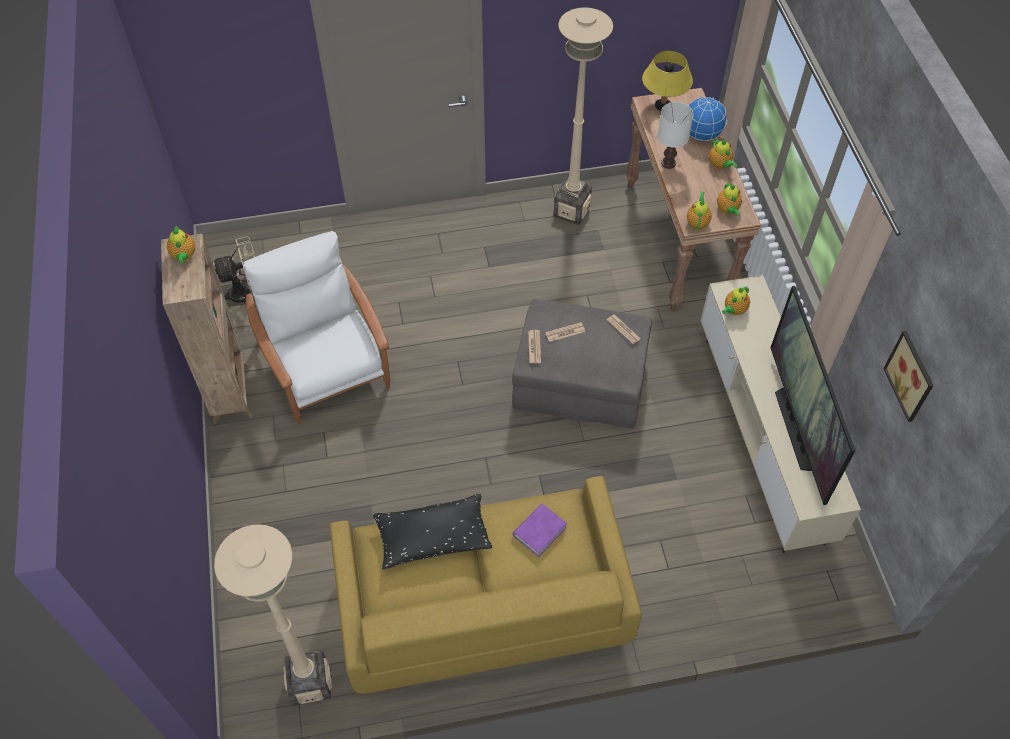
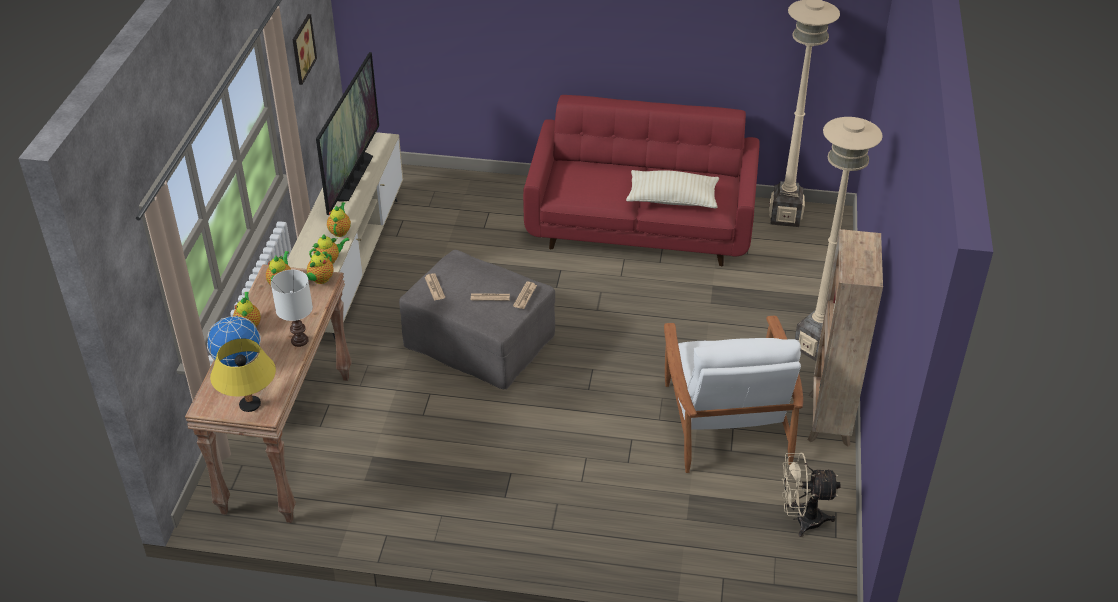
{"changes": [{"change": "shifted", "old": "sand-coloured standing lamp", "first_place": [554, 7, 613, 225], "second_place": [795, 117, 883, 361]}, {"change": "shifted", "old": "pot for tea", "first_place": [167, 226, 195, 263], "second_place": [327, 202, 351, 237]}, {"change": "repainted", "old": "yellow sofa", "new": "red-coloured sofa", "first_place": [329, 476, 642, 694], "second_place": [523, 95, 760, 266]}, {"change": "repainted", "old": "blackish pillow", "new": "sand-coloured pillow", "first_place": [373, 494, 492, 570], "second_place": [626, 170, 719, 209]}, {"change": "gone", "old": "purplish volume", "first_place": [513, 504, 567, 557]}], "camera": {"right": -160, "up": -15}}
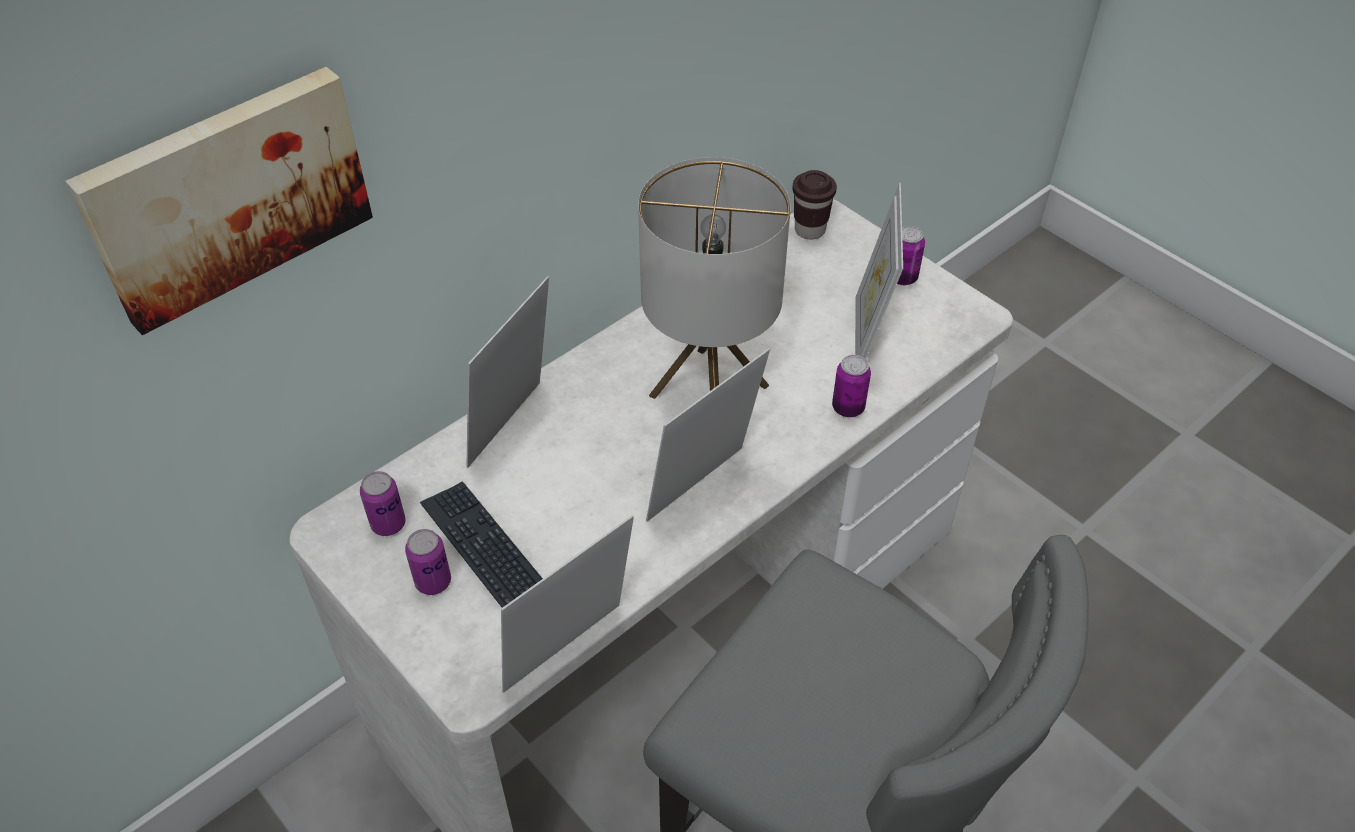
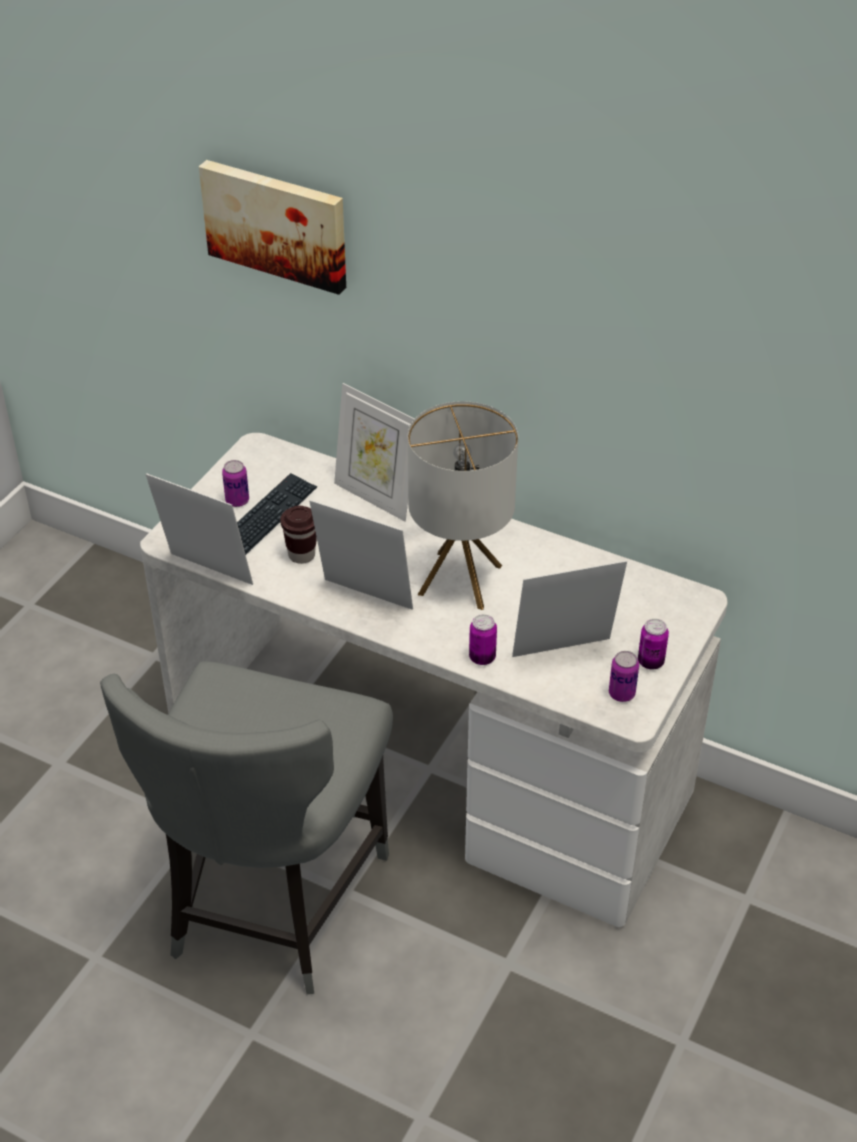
{"changes": [{"change": "shifted", "old": "brownish small cup", "first_place": [792, 170, 837, 239], "second_place": [280, 506, 316, 564]}, {"change": "rotated", "old": "standing frame", "first_place": [467, 276, 549, 468], "second_place": [334, 383, 414, 521], "degrees": -150}, {"change": "shifted", "old": "metal can", "first_place": [360, 471, 406, 536], "second_place": [609, 651, 639, 702]}], "camera": {"right": 70, "up": -5}}
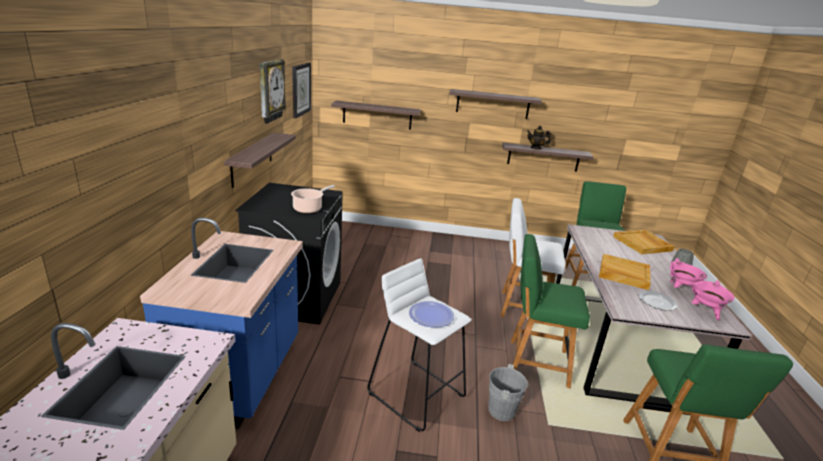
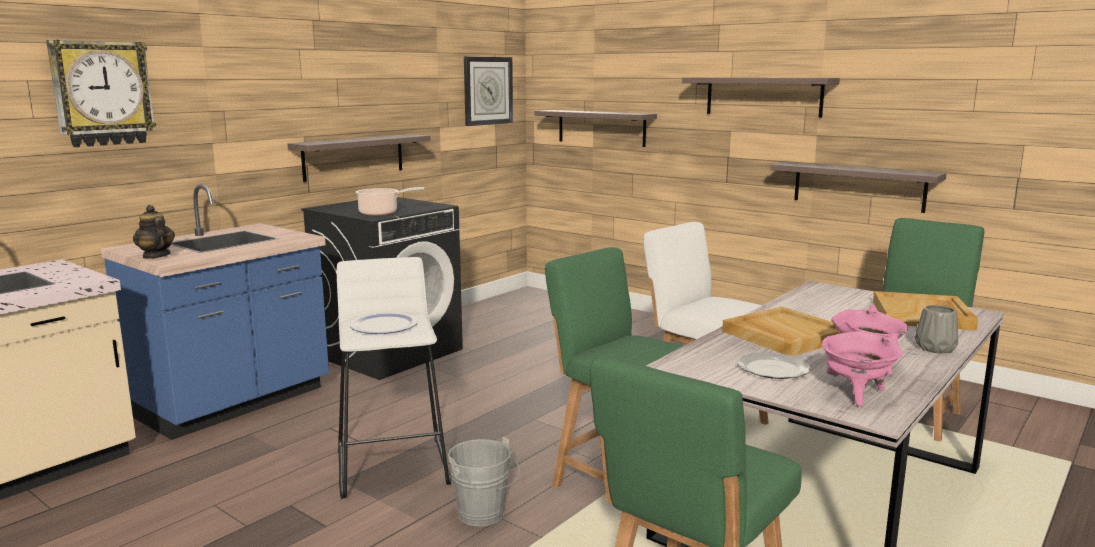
{"changes": [{"change": "shifted", "old": "hanging clock", "first_place": [259, 59, 286, 124], "second_place": [46, 40, 156, 147]}, {"change": "shifted", "old": "pot for tea", "first_place": [527, 126, 551, 150], "second_place": [133, 205, 175, 259]}], "camera": {"right": 35, "up": -10}}
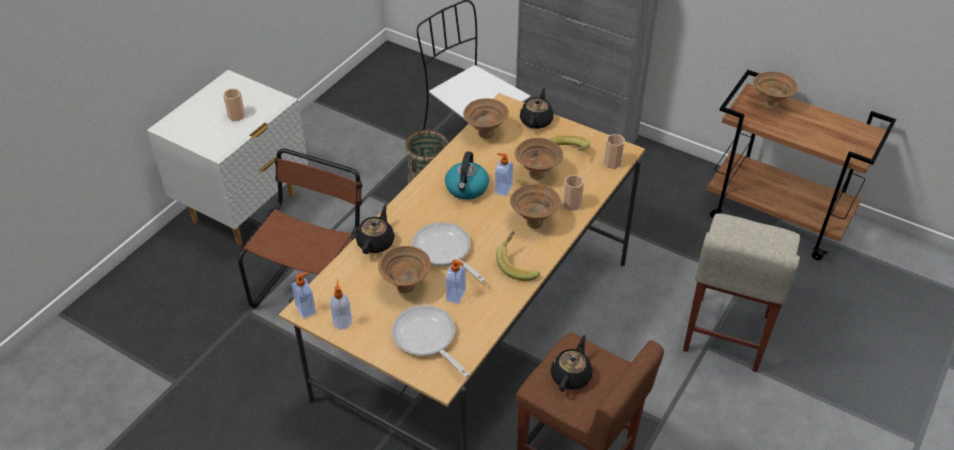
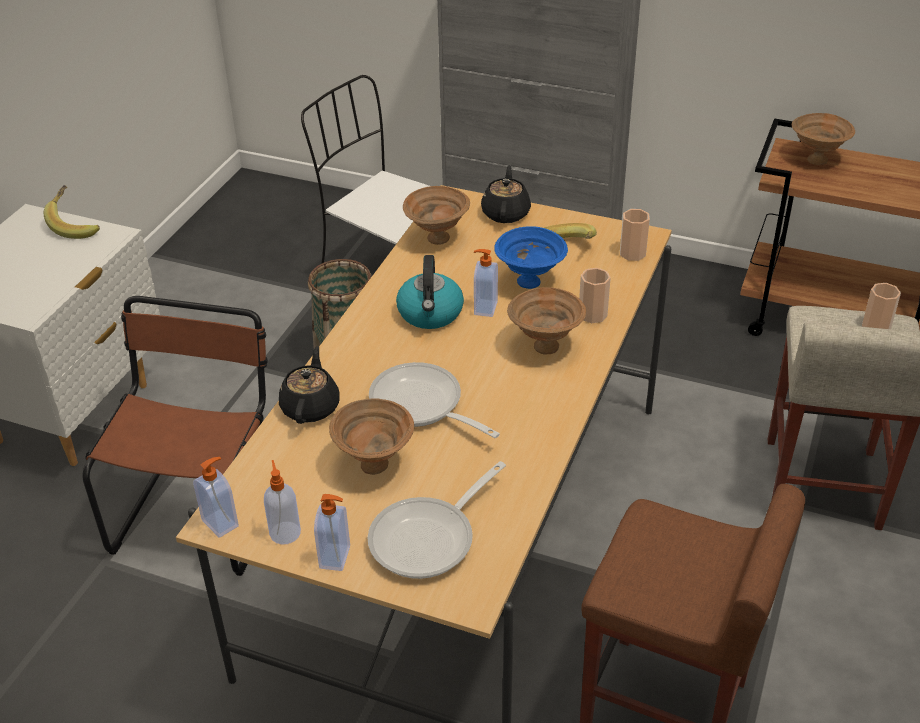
{"changes": [{"change": "shifted", "old": "small cup", "first_place": [223, 89, 245, 121], "second_place": [862, 283, 901, 329]}, {"change": "repainted", "old": "brownish deep dish", "new": "bluish deep dish", "first_place": [514, 138, 563, 180], "second_place": [494, 226, 568, 289]}, {"change": "shifted", "old": "banana", "first_place": [496, 231, 540, 281], "second_place": [44, 185, 100, 239]}, {"change": "shifted", "old": "liquid soap bottle", "first_place": [445, 259, 466, 304], "second_place": [314, 494, 350, 571]}, {"change": "rotated", "old": "pan", "first_place": [392, 305, 469, 377], "second_place": [367, 461, 506, 579], "degrees": -90}, {"change": "gone", "old": "blackish pot for tea", "first_place": [551, 335, 593, 392]}], "camera": {"right": -10, "up": -5}}
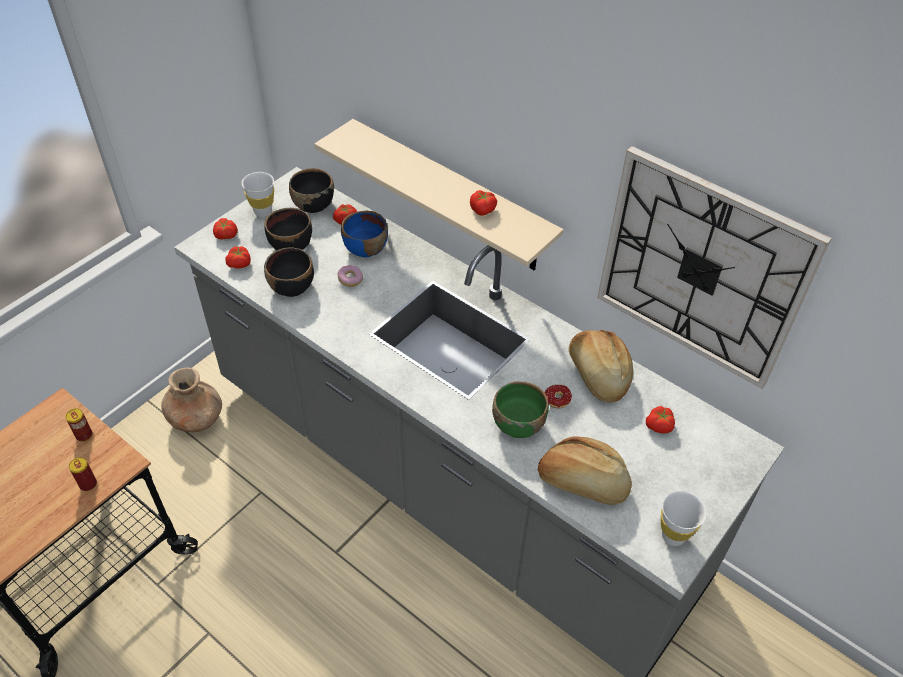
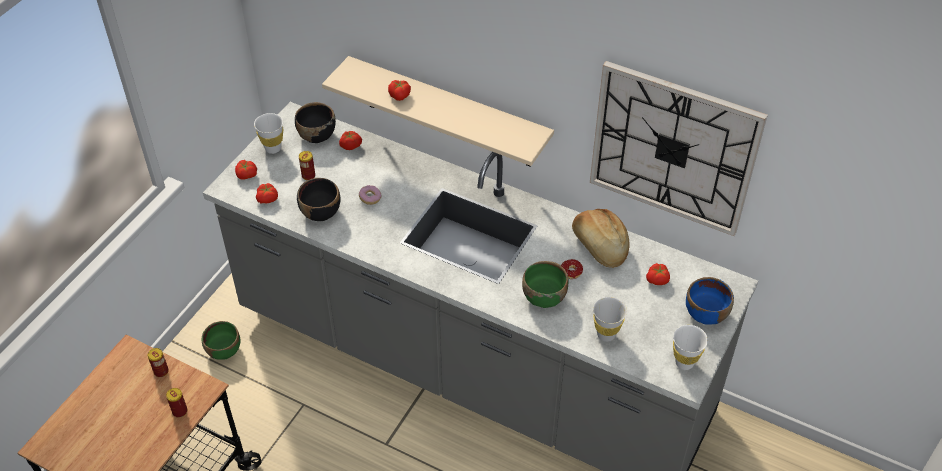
{"changes": [{"change": "shifted", "old": "fresh tomato", "first_place": [470, 190, 497, 216], "second_place": [388, 80, 411, 101]}, {"change": "swapped", "old": "blackish deep dish", "new": "metal can", "first_place": [264, 208, 312, 250], "second_place": [299, 151, 315, 180]}, {"change": "shifted", "old": "bluish deep dish", "first_place": [341, 211, 388, 257], "second_place": [686, 277, 734, 325]}, {"change": "swapped", "old": "brownish flower vase", "new": "green deep dish", "first_place": [161, 368, 222, 432], "second_place": [201, 321, 241, 360]}, {"change": "swapped", "old": "baked bread", "new": "white-coloured small cup", "first_place": [538, 436, 632, 505], "second_place": [593, 297, 627, 342]}], "camera": {"right": -10, "up": 0}}
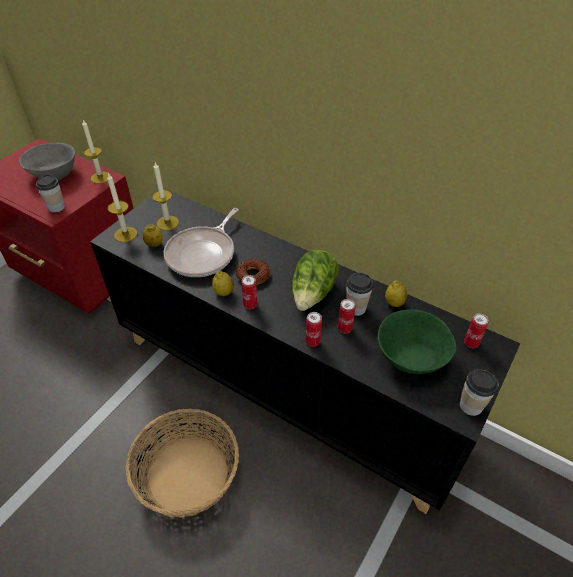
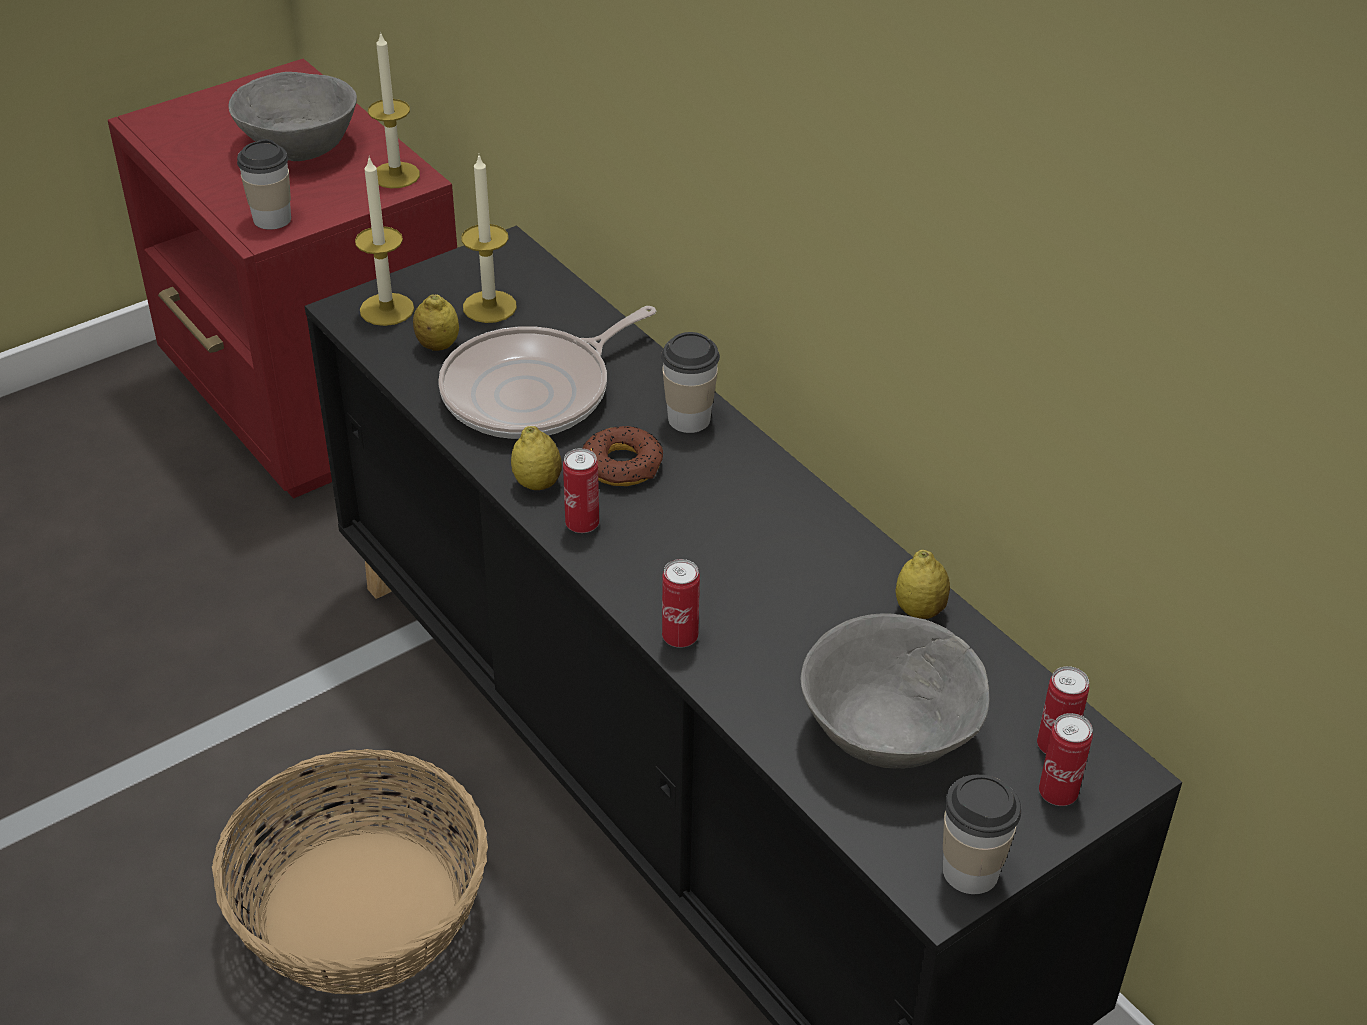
{"changes": [{"change": "gone", "old": "lettuce", "first_place": [292, 250, 339, 311]}, {"change": "shifted", "old": "small cup", "first_place": [346, 273, 373, 316], "second_place": [661, 332, 720, 433]}, {"change": "shifted", "old": "metal can", "first_place": [338, 299, 355, 333], "second_place": [1039, 713, 1093, 806]}, {"change": "repainted", "old": "green deep dish", "new": "gray deep dish", "first_place": [378, 309, 456, 374], "second_place": [800, 613, 990, 768]}], "camera": {"right": 20, "up": -5}}
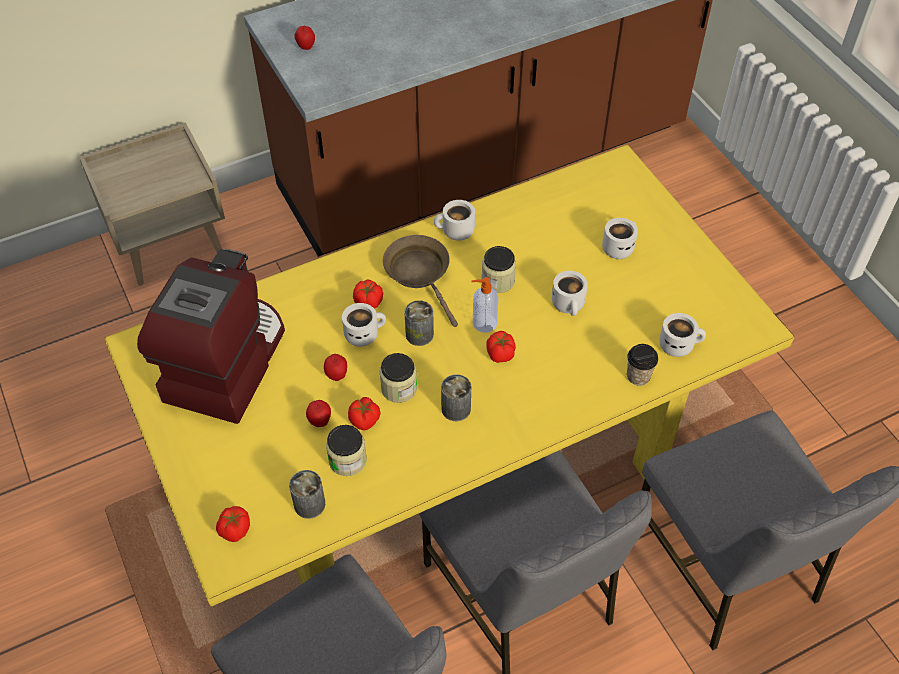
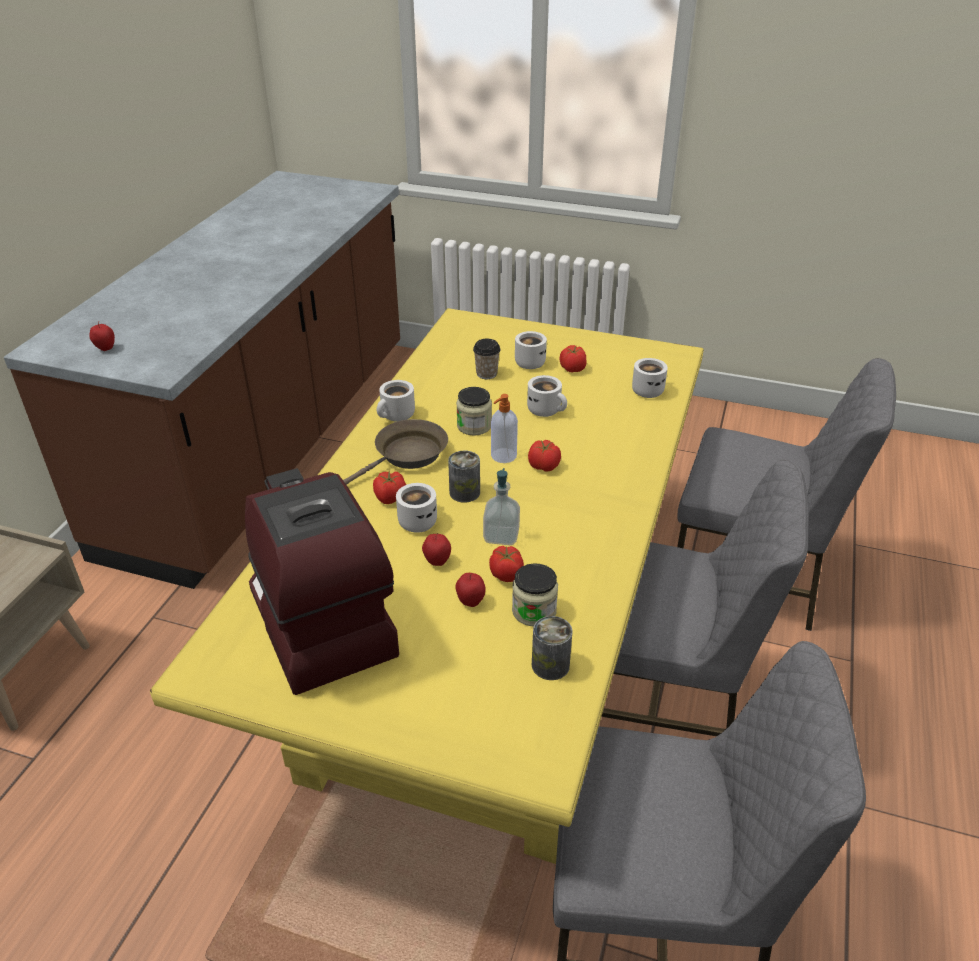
{"changes": [{"change": "rotated", "old": "brownish pan", "first_place": [383, 235, 458, 327], "second_place": [343, 419, 448, 485], "degrees": 120}, {"change": "shifted", "old": "small cup", "first_place": [627, 344, 658, 386], "second_place": [473, 339, 501, 379]}, {"change": "swapped", "old": "preserve jar", "new": "liquid soap bottle", "first_place": [379, 353, 417, 403], "second_place": [483, 468, 520, 545]}, {"change": "gone", "old": "metal can", "first_place": [441, 374, 471, 421]}, {"change": "shifted", "old": "fresh tomato", "first_place": [216, 506, 250, 542], "second_place": [560, 345, 587, 372]}], "camera": {"right": -45, "up": -15}}
